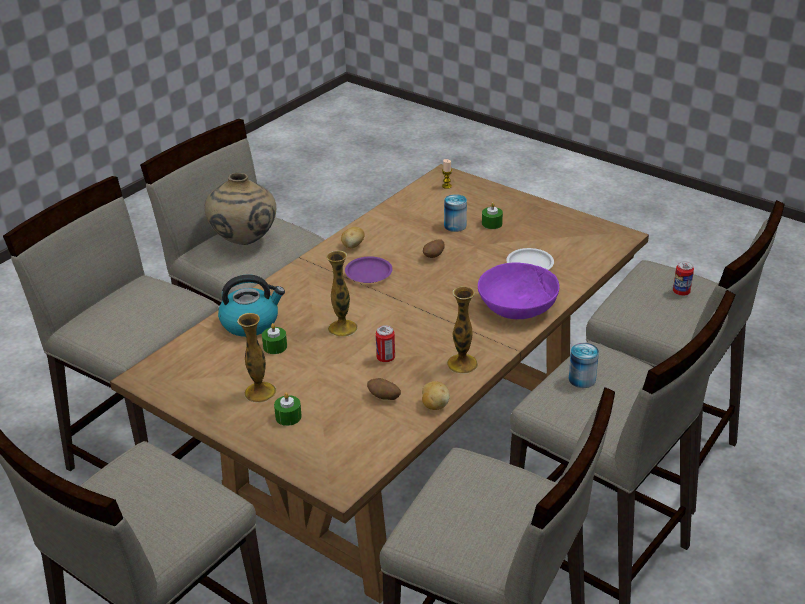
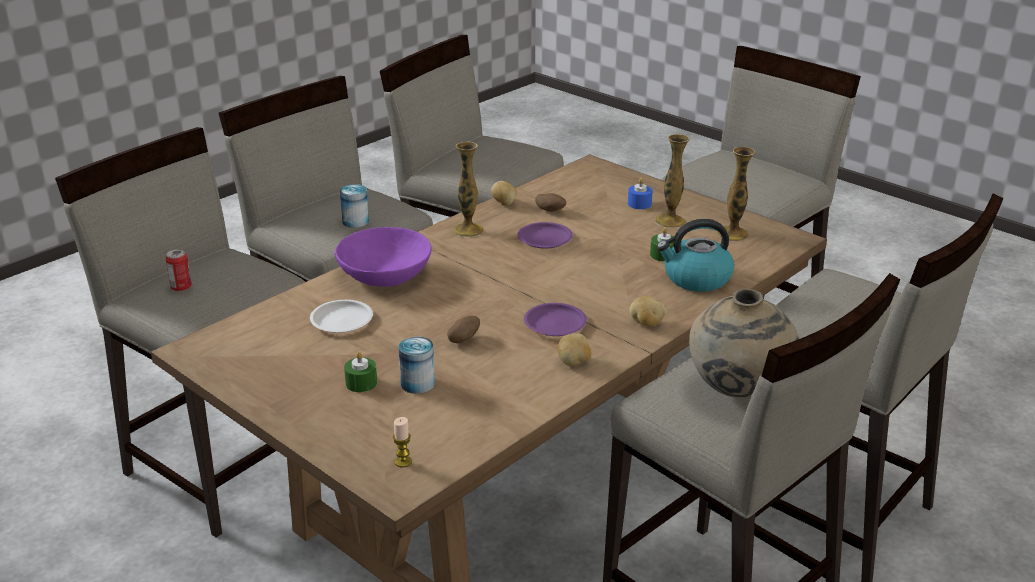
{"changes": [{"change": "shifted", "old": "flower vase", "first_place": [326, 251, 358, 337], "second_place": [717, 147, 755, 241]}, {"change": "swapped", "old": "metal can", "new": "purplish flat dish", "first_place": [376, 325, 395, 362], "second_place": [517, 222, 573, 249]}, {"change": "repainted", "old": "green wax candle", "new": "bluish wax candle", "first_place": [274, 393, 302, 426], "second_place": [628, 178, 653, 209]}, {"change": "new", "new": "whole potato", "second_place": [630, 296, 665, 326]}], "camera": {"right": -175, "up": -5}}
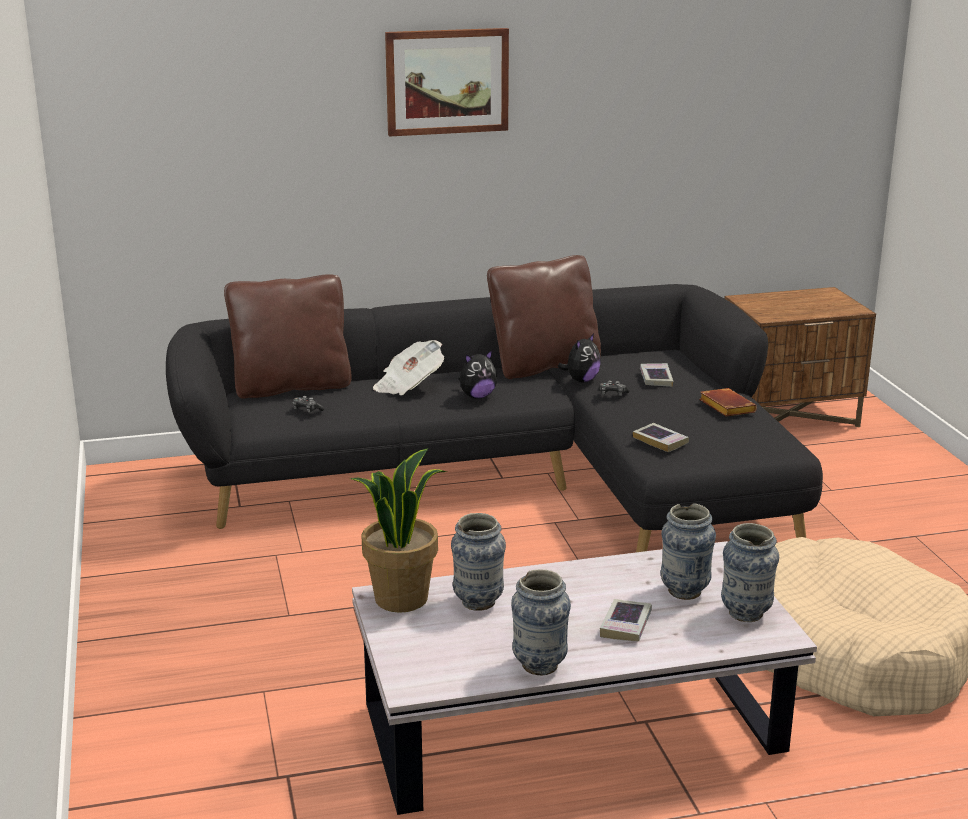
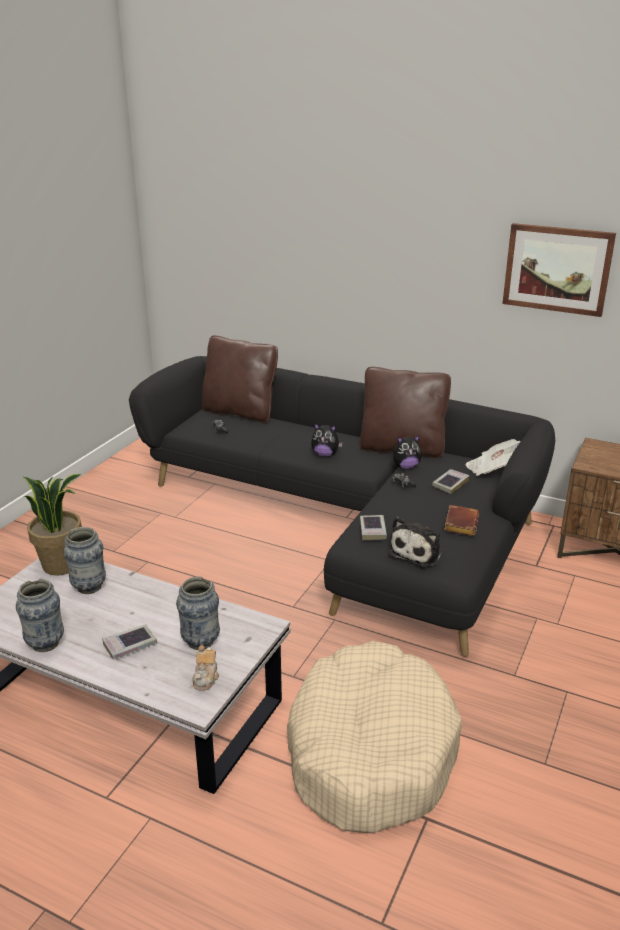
{"changes": [{"change": "shifted", "old": "wall picture", "first_place": [385, 28, 509, 137], "second_place": [502, 223, 616, 317]}, {"change": "shifted", "old": "newspaper", "first_place": [373, 340, 444, 395], "second_place": [466, 439, 521, 476]}, {"change": "swapped", "old": "flower vase", "new": "pot for tea", "first_place": [721, 523, 779, 622], "second_place": [192, 645, 219, 691]}, {"change": "new", "new": "soft toy", "second_place": [388, 517, 442, 567]}], "camera": {"right": 40, "up": 5}}
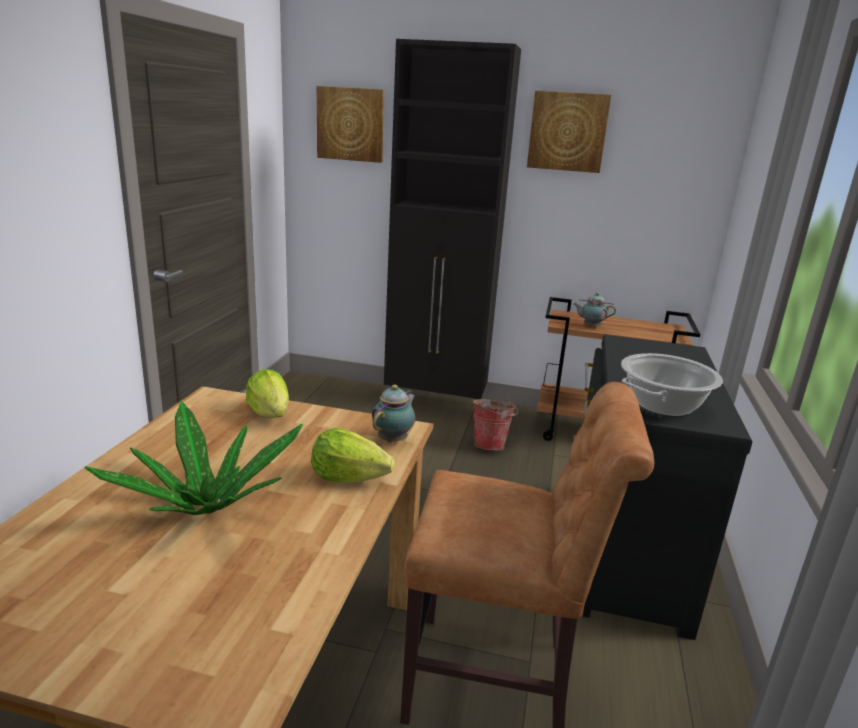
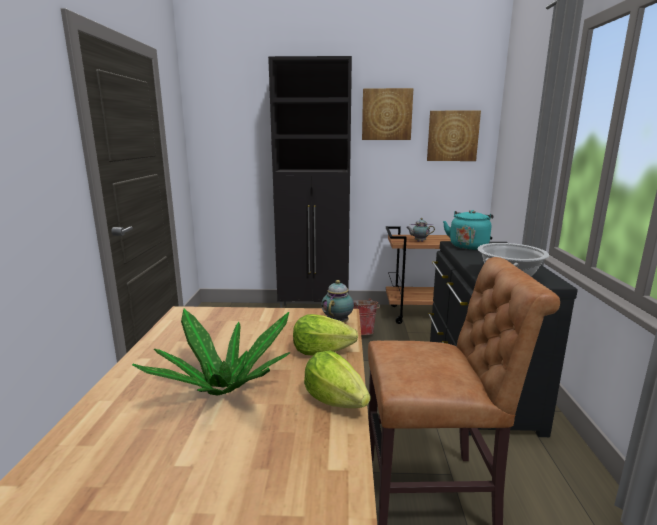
{"changes": [{"change": "shifted", "old": "wall picture", "first_place": [317, 86, 384, 163], "second_place": [427, 111, 481, 161]}, {"change": "shifted", "old": "lettuce", "first_place": [246, 369, 289, 418], "second_place": [304, 350, 370, 408]}, {"change": "new", "new": "blue-green kettle", "second_place": [443, 210, 494, 250]}], "camera": {"right": -10, "up": -5}}
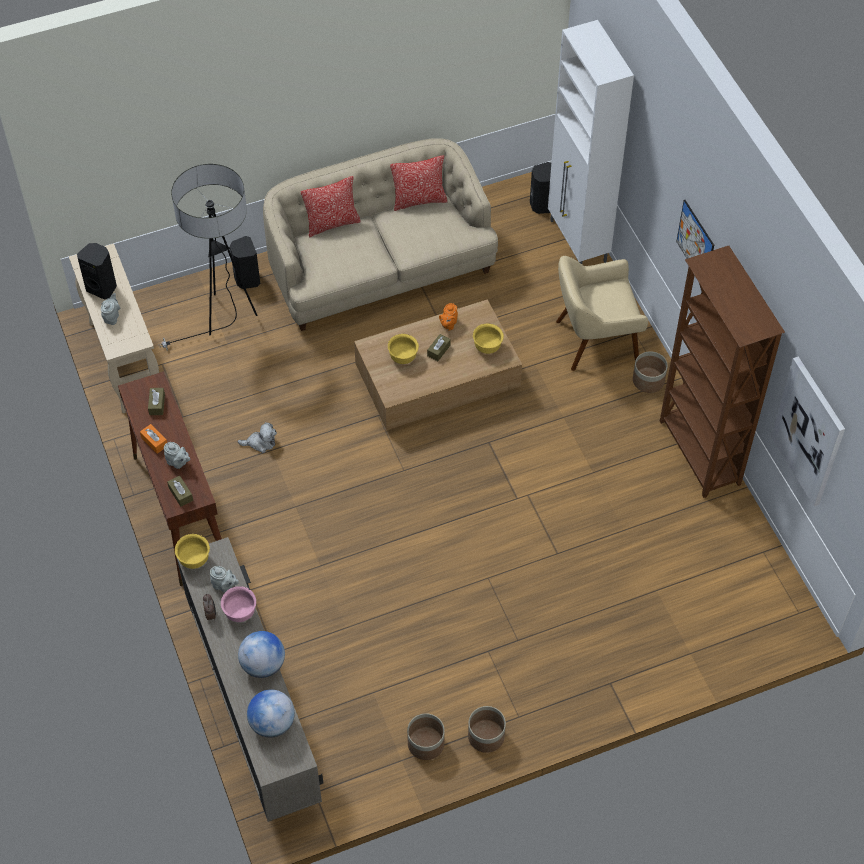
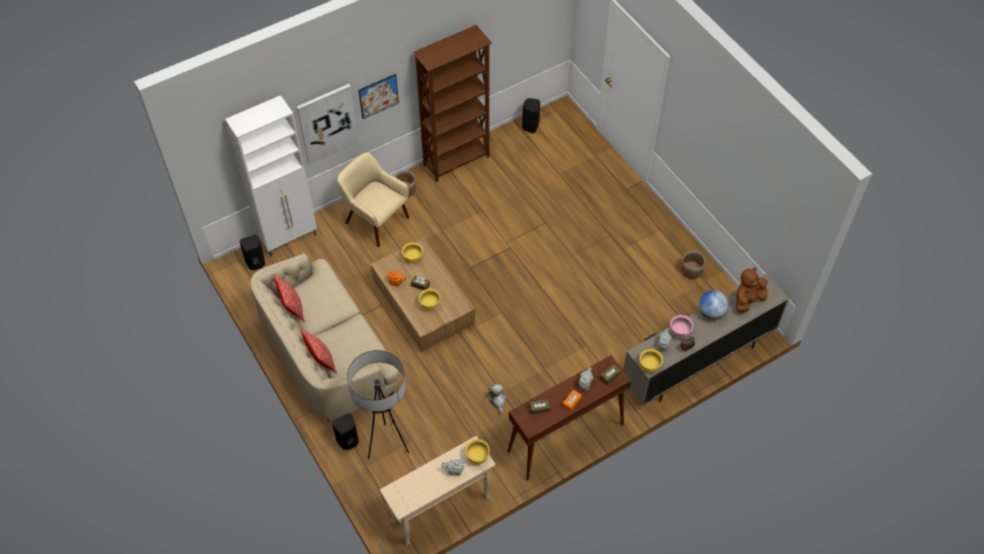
{"changes": [{"change": "shifted", "old": "blackish speaker", "first_place": [77, 243, 117, 300], "second_place": [522, 98, 540, 133]}, {"change": "rotated", "old": "sand-coloured lounge chair", "first_place": [556, 256, 648, 371], "second_place": [337, 152, 410, 247], "degrees": 150}, {"change": "shifted", "old": "wall picture", "first_place": [771, 357, 845, 506], "second_place": [296, 84, 359, 165]}, {"change": "swapped", "old": "world globe", "new": "brownish soft toy", "first_place": [247, 689, 295, 738], "second_place": [736, 267, 768, 312]}, {"change": "gone", "old": "flower pot", "first_place": [468, 706, 506, 753]}, {"change": "new", "new": "yellow deep dish", "second_place": [465, 439, 490, 464]}], "camera": {"right": -100, "up": 0}}
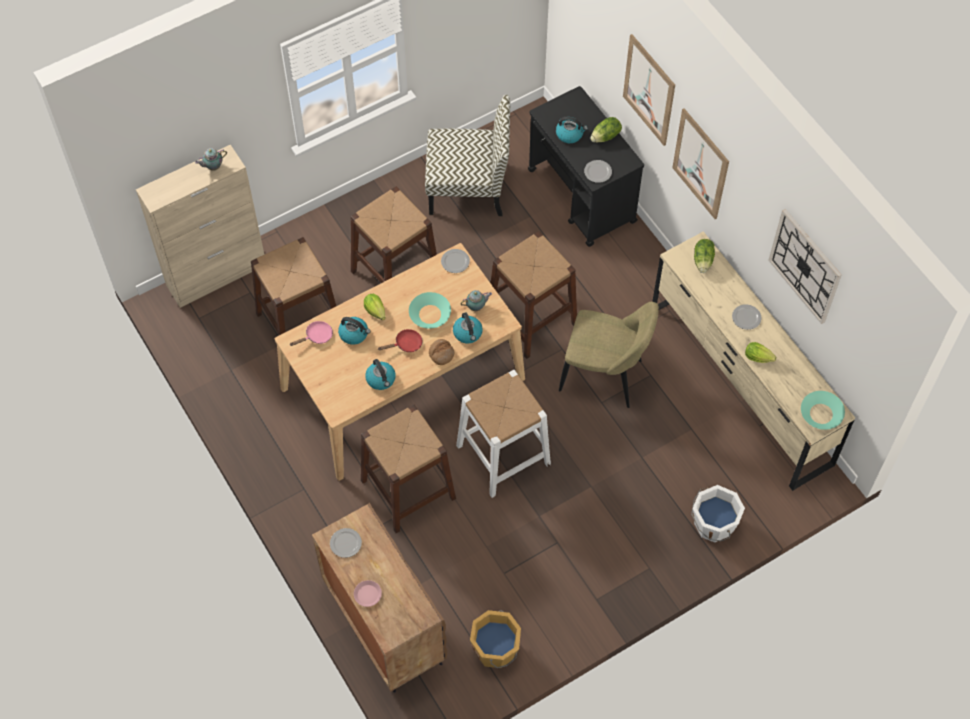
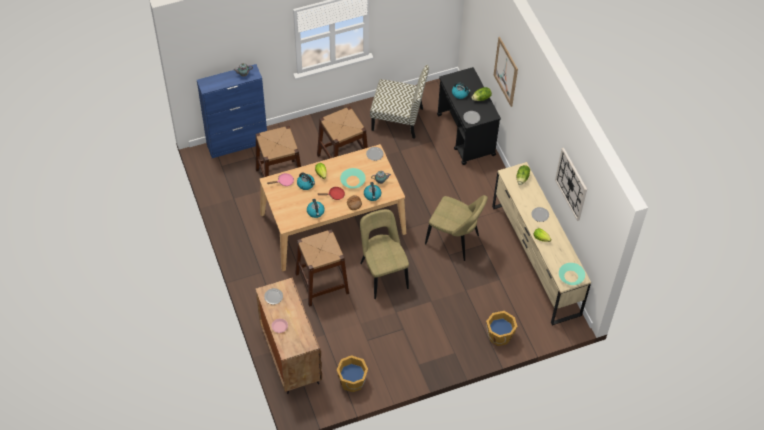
{"changes": [{"change": "gone", "old": "wall picture", "first_place": [672, 109, 729, 219]}, {"change": "repainted", "old": "sand-coloured cupboard", "new": "bluish cupboard", "first_place": [136, 144, 264, 308], "second_place": [197, 64, 267, 158]}, {"change": "gone", "old": "brownish stool seat", "first_place": [490, 231, 577, 359]}, {"change": "swapped", "old": "white-coloured stool seat", "new": "sand-coloured upright chair", "first_place": [456, 370, 551, 498], "second_place": [360, 209, 409, 299]}, {"change": "repainted", "old": "white-coloured bucket", "new": "orange bucket", "first_place": [691, 485, 745, 543], "second_place": [486, 311, 517, 346]}], "camera": {"right": 10, "up": -5}}
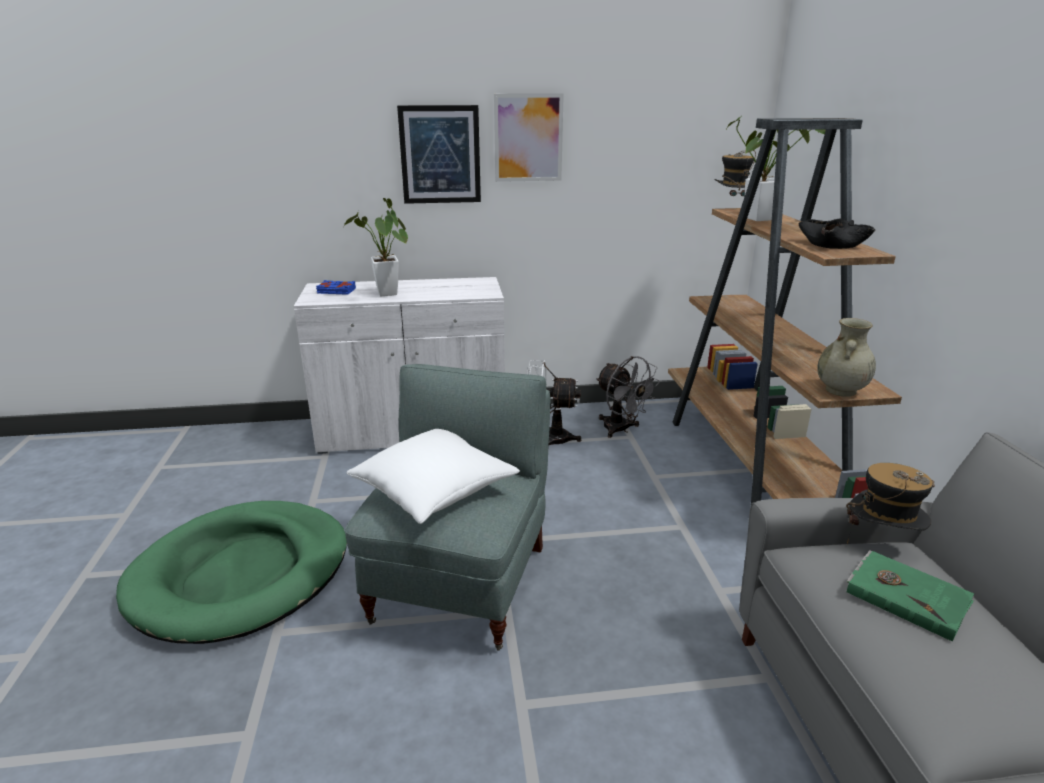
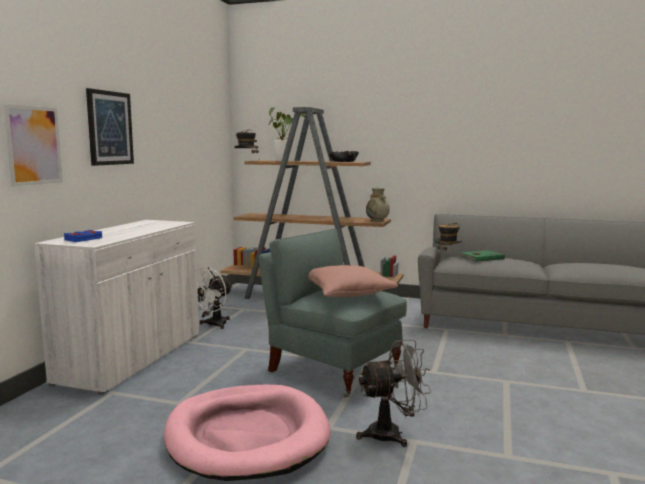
{"changes": [{"change": "shifted", "old": "wall picture", "first_place": [494, 93, 564, 182], "second_place": [3, 104, 63, 186]}, {"change": "gone", "old": "potted plant", "first_place": [344, 198, 408, 296]}, {"change": "shifted", "old": "gray cooling fan", "first_place": [596, 356, 660, 438], "second_place": [356, 340, 431, 447]}, {"change": "repainted", "old": "white-coloured pillow", "new": "pink-coloured pillow", "first_place": [346, 429, 520, 524], "second_place": [308, 265, 398, 297]}, {"change": "repainted", "old": "green dog bed", "new": "pink-coloured dog bed", "first_place": [116, 501, 347, 644], "second_place": [164, 385, 331, 481]}], "camera": {"right": -65, "up": -15}}
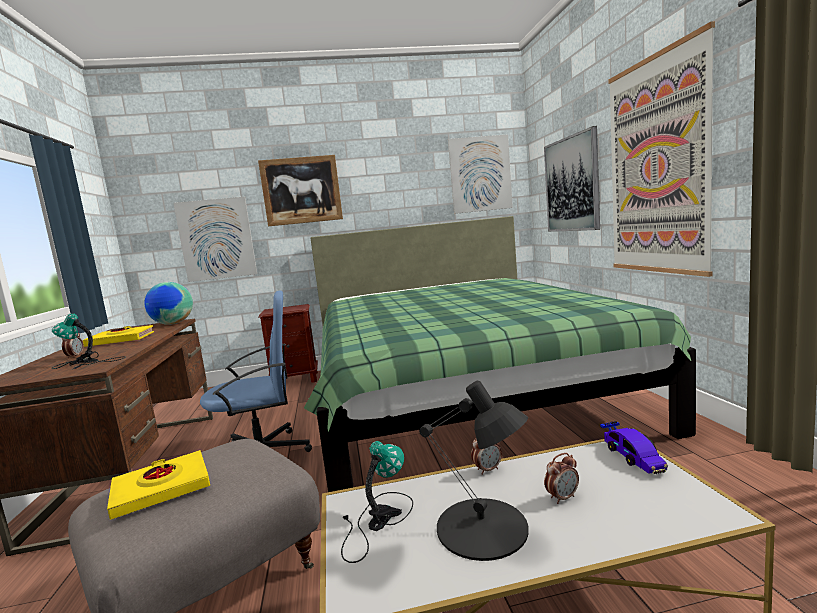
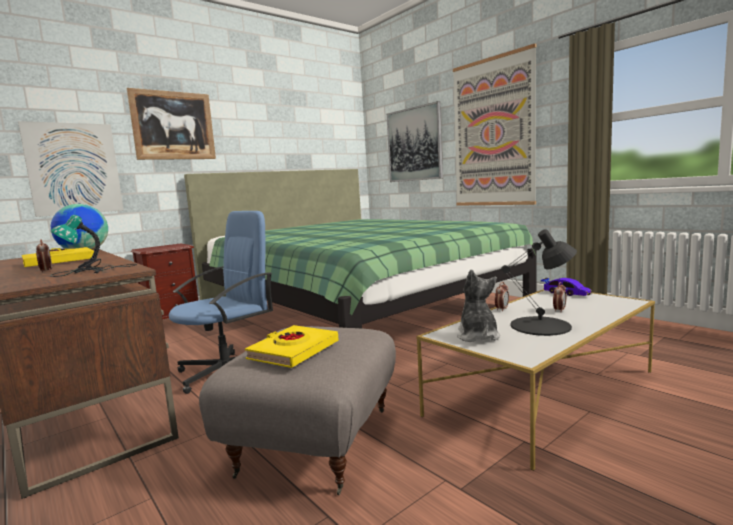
{"changes": [{"change": "gone", "old": "wall picture", "first_place": [448, 135, 513, 214]}, {"change": "swapped", "old": "table lamp", "new": "soft toy", "first_place": [341, 441, 413, 563], "second_place": [457, 270, 500, 342]}], "camera": {"right": -30, "up": 0}}
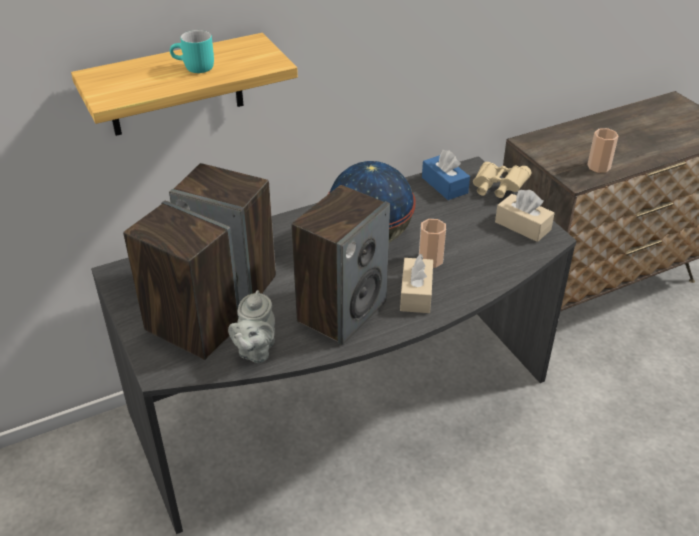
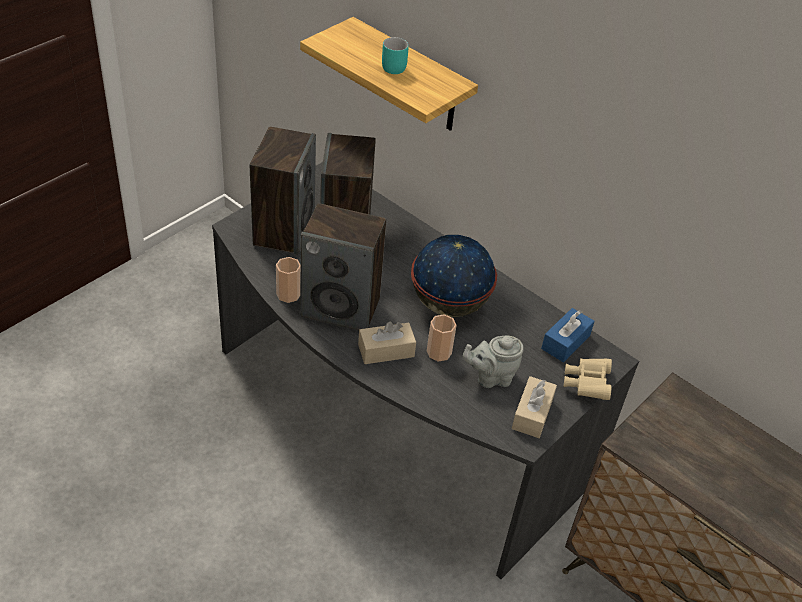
{"changes": [{"change": "shifted", "old": "small cup", "first_place": [587, 128, 618, 173], "second_place": [276, 257, 300, 303]}, {"change": "shifted", "old": "gray pot for tea", "first_place": [228, 290, 275, 363], "second_place": [463, 336, 524, 388]}], "camera": {"right": 65, "up": 5}}
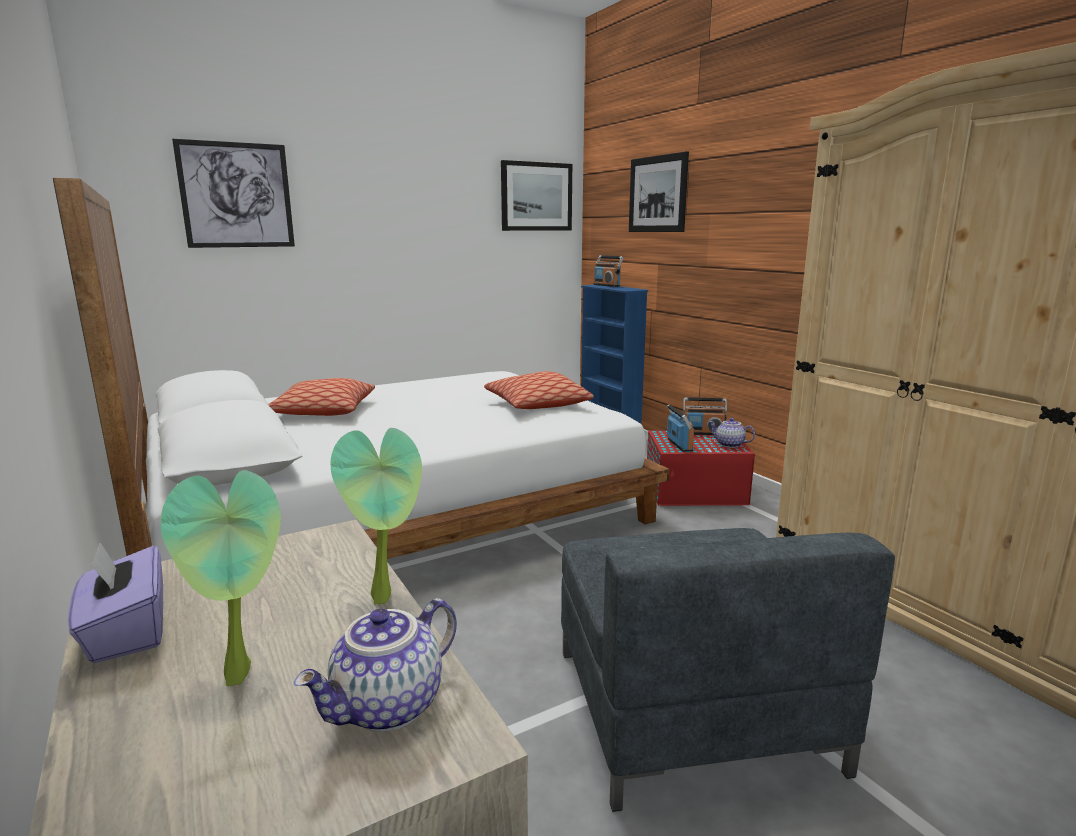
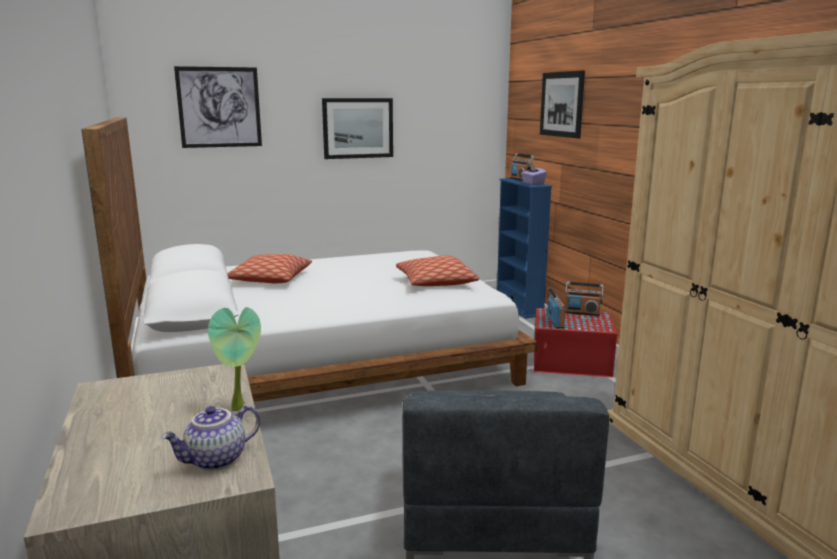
{"changes": [{"change": "shifted", "old": "wall picture", "first_place": [501, 160, 572, 231], "second_place": [322, 98, 393, 159]}, {"change": "gone", "old": "pot for tea", "first_place": [708, 418, 755, 448]}, {"change": "gone", "old": "potted plant", "first_place": [161, 470, 281, 686]}, {"change": "shifted", "old": "purplish box of tissues", "first_place": [68, 543, 163, 663], "second_place": [521, 164, 547, 185]}], "camera": {"right": 10, "up": 0}}
